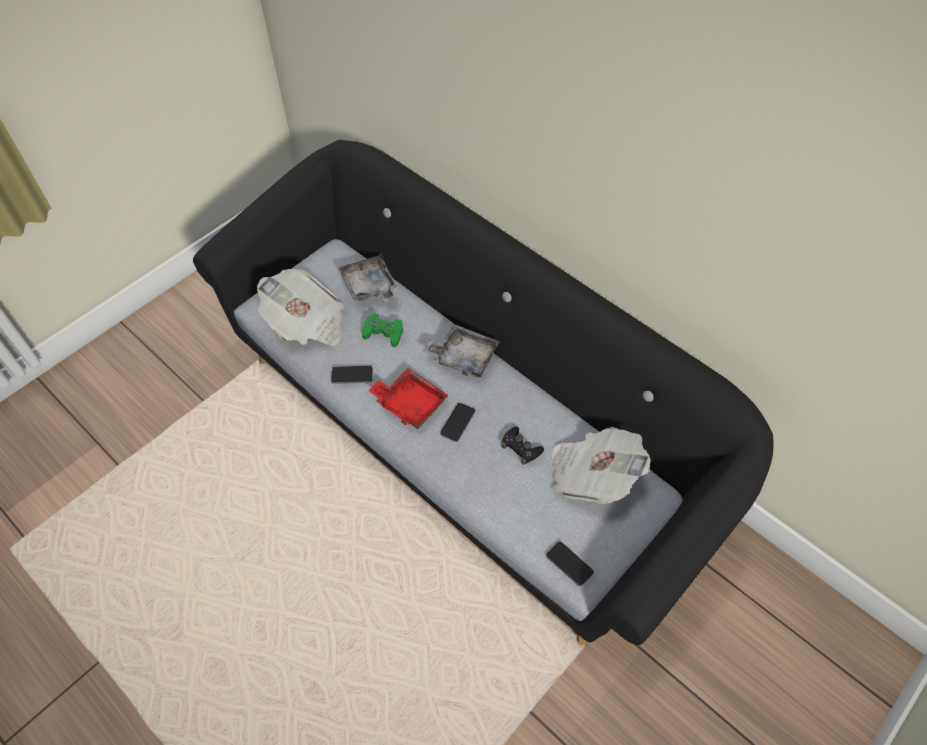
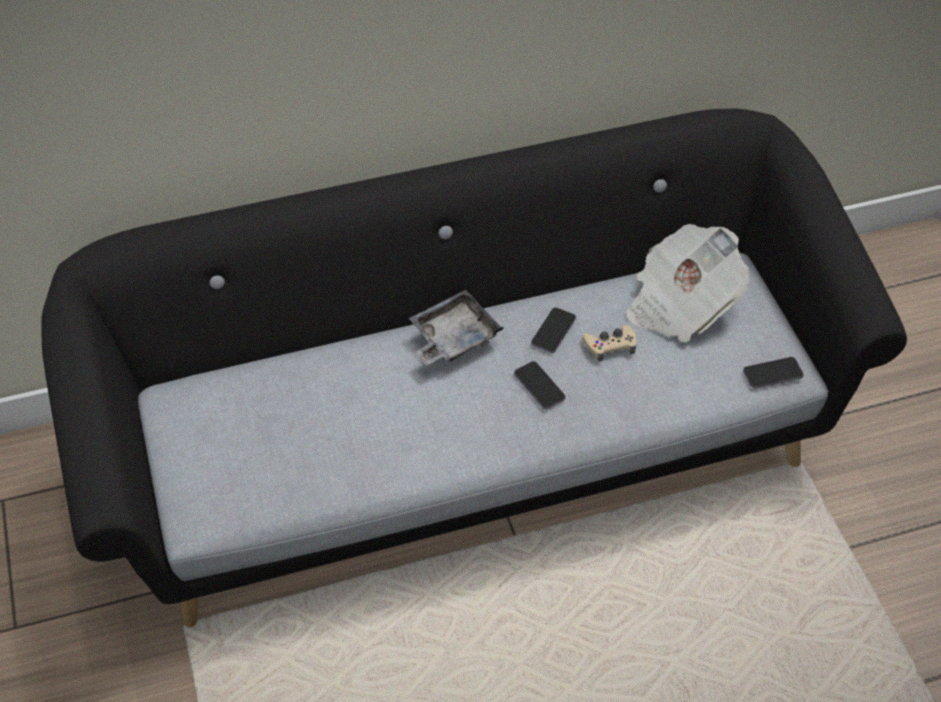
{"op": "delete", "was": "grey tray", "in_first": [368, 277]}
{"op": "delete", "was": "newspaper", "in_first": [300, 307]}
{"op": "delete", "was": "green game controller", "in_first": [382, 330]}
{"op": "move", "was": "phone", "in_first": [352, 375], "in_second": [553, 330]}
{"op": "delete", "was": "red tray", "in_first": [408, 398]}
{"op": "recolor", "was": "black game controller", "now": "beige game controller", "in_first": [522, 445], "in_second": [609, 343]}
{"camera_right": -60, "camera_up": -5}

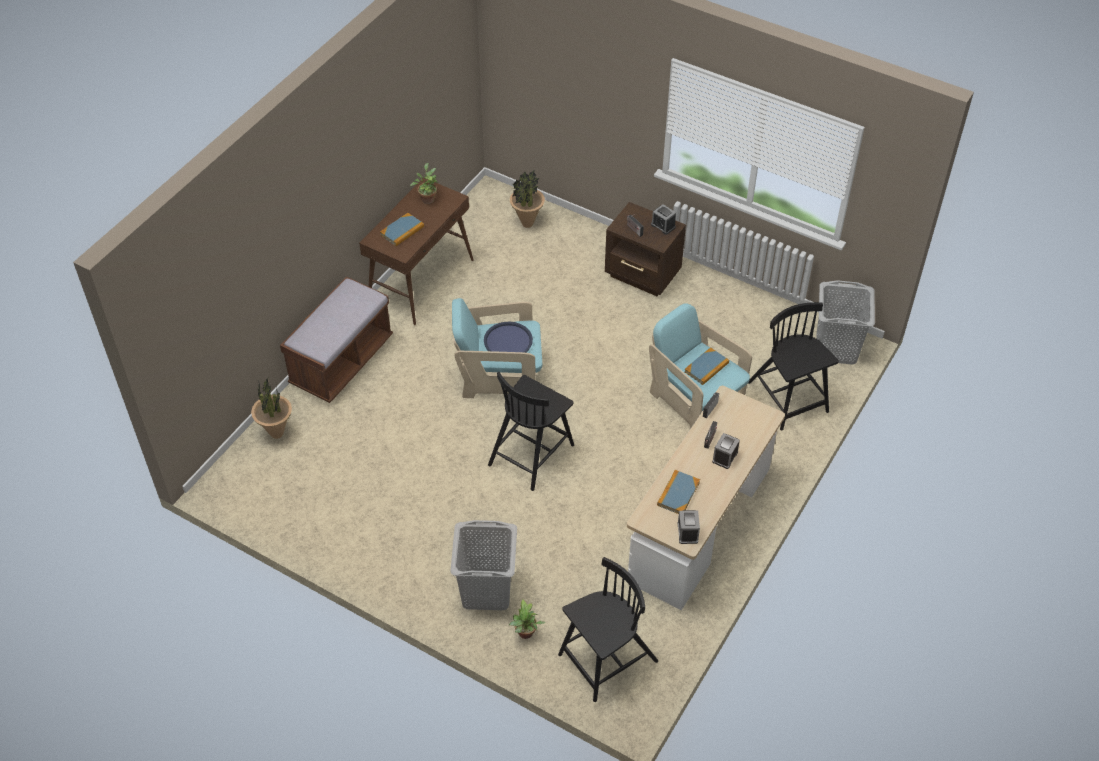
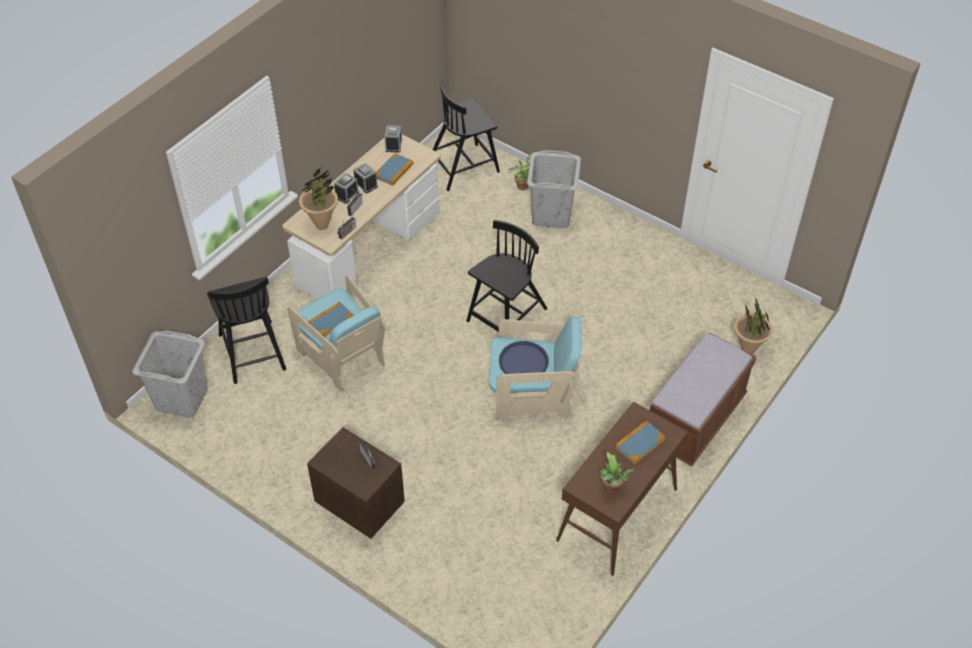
{"op": "move", "was": "potted plant", "in_first": [527, 199], "in_second": [318, 198]}
{"op": "move", "was": "alarm clock", "in_first": [663, 219], "in_second": [365, 178]}
{"camera_right": -175, "camera_up": 0}

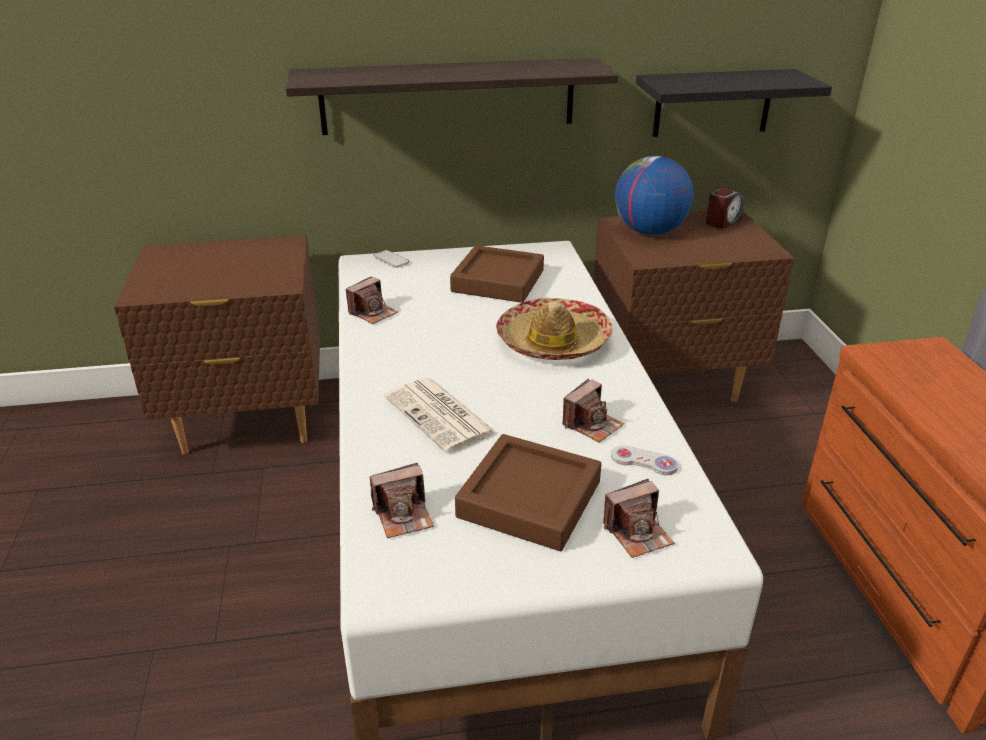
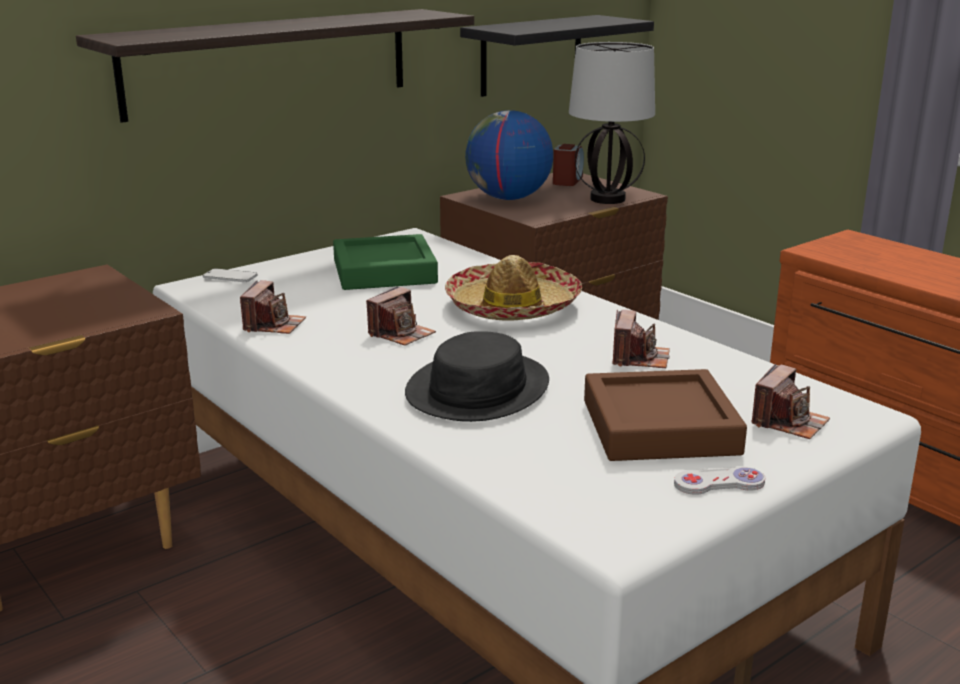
{"op": "recolor", "was": "brown tray", "now": "green tray", "in_first": [497, 274], "in_second": [385, 262]}
{"op": "replace", "was": "newspaper", "now": "black hat", "in_first": [440, 415], "in_second": [477, 376]}
{"op": "move", "was": "white game controller", "in_first": [644, 460], "in_second": [719, 481]}
{"op": "move", "was": "photo camera", "in_first": [402, 500], "in_second": [401, 316]}
{"op": "insert", "now": "table lamp", "in_second": [612, 123]}
{"camera_right": -30, "camera_up": -10}

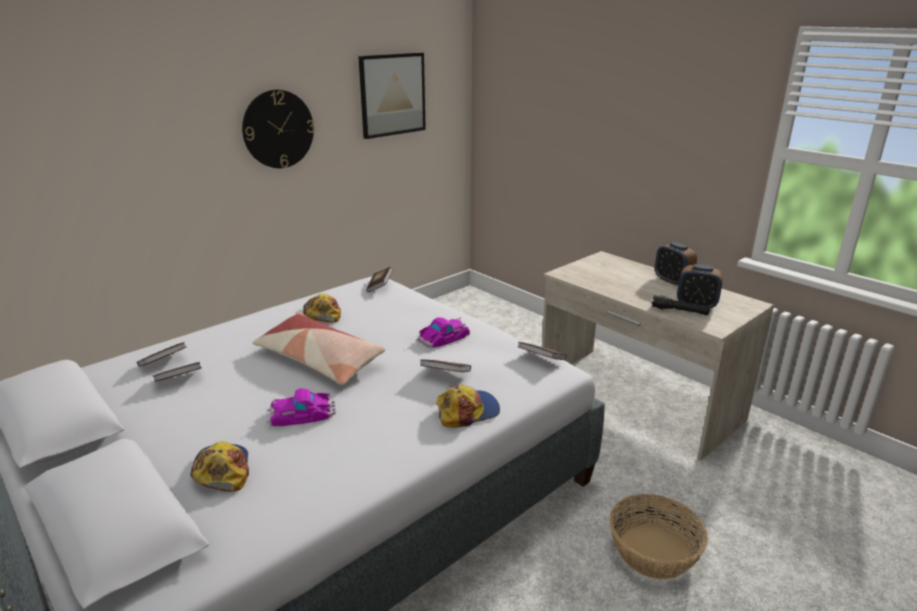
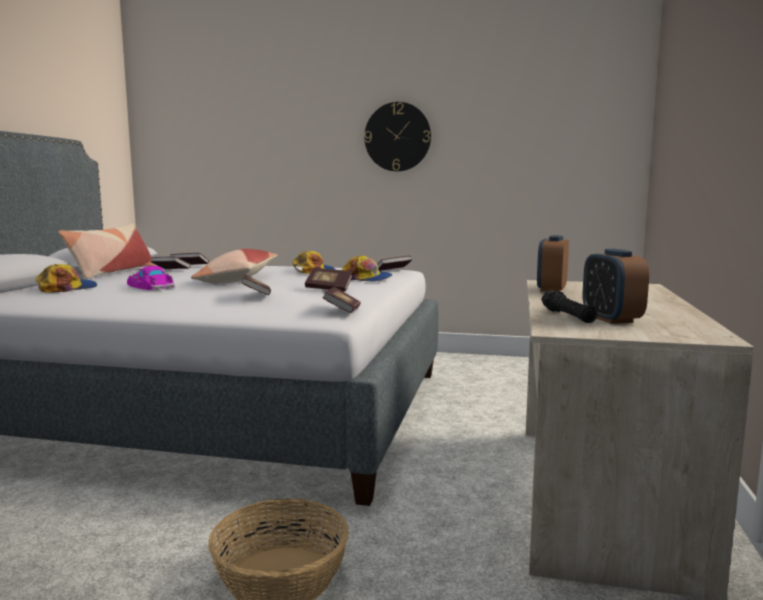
{"op": "delete", "was": "picture", "in_first": [392, 96]}
{"op": "move", "was": "alarm clock", "in_first": [676, 264], "in_second": [553, 263]}
{"op": "replace", "was": "toy car", "now": "book", "in_first": [443, 332], "in_second": [328, 280]}
{"op": "move", "was": "cap", "in_first": [468, 406], "in_second": [367, 269]}
{"op": "insert", "now": "pillow", "in_second": [107, 251]}
{"camera_right": 55, "camera_up": -15}

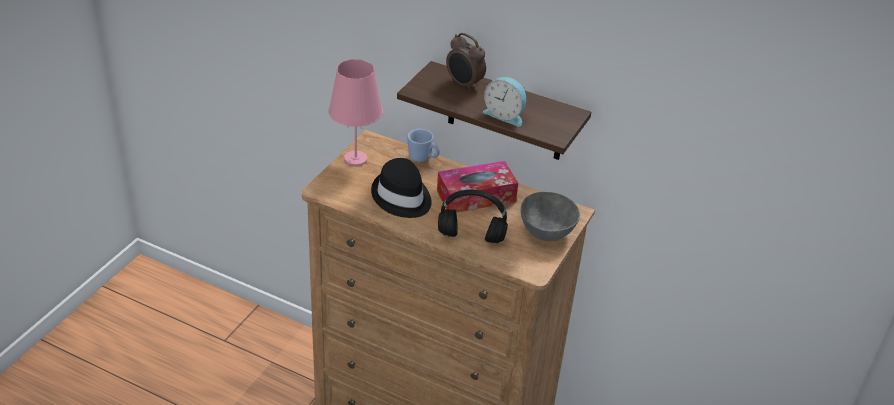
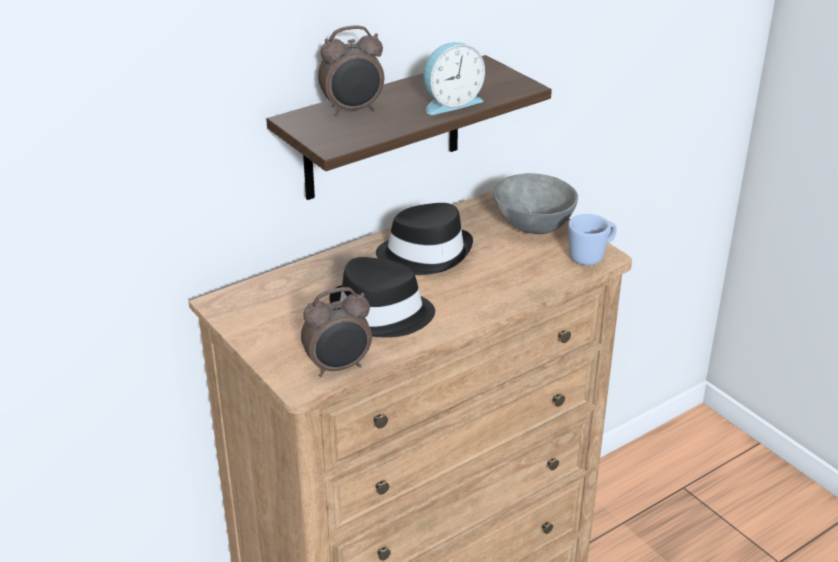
{"op": "delete", "was": "pink table lamp", "in_first": [356, 112]}
{"op": "move", "was": "blue mug", "in_first": [423, 145], "in_second": [592, 239]}
{"op": "replace", "was": "tissue box", "now": "black hat", "in_first": [477, 186], "in_second": [424, 239]}
{"op": "delete", "was": "black headphones", "in_first": [473, 216]}
{"op": "insert", "now": "alarm clock", "in_second": [336, 332]}
{"camera_right": -60, "camera_up": -5}

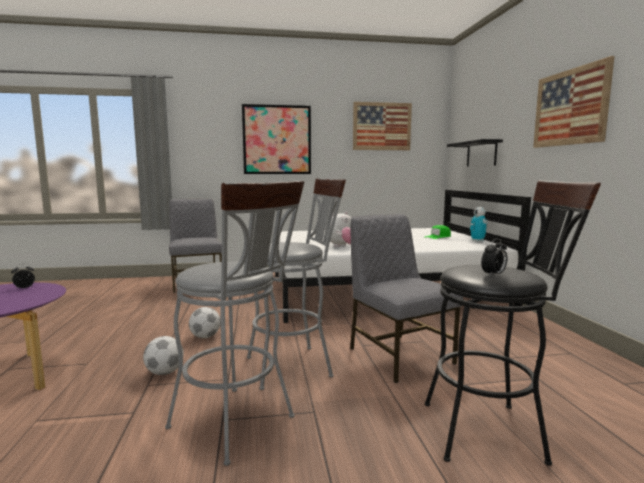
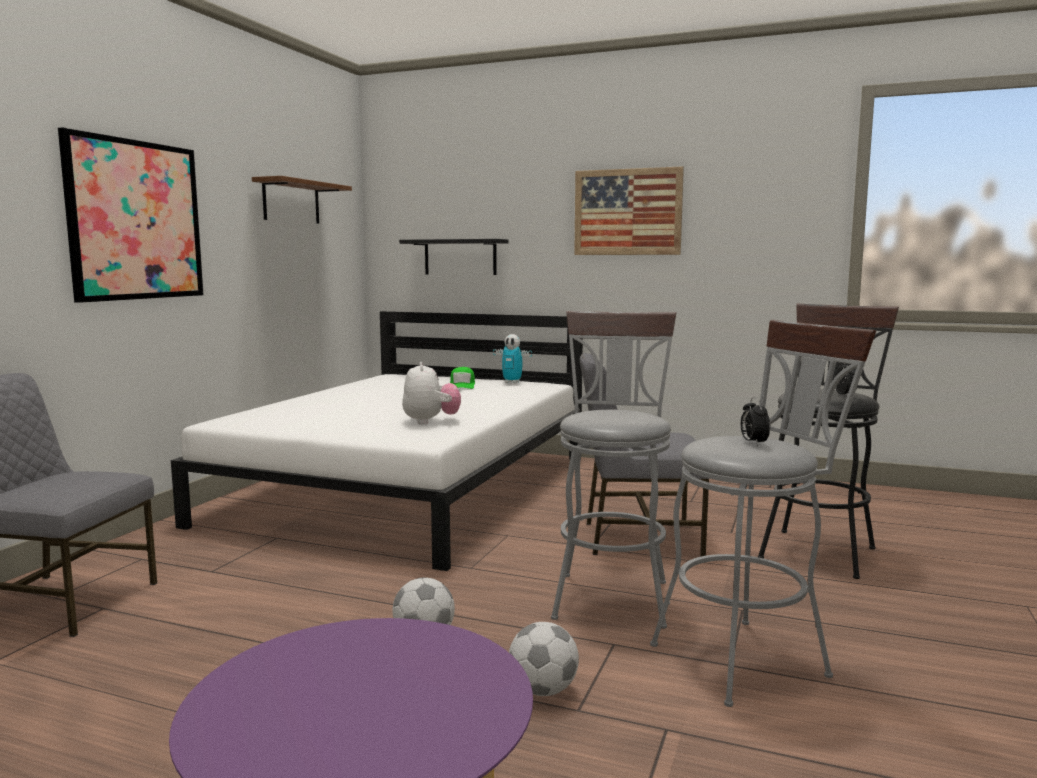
{"op": "replace", "was": "picture", "now": "brown shelf", "in_first": [382, 126], "in_second": [302, 200]}
{"op": "move", "was": "alarm clock", "in_first": [23, 276], "in_second": [755, 421]}
{"camera_right": -60, "camera_up": 0}

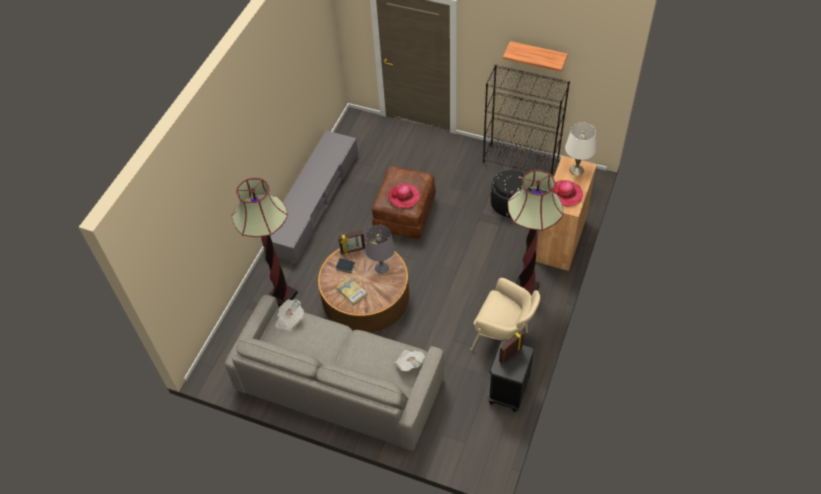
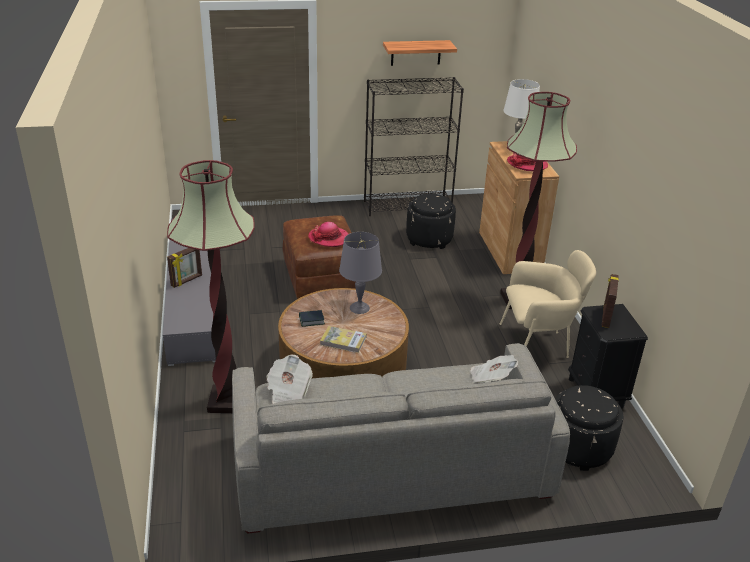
{"op": "move", "was": "picture frame", "in_first": [351, 242], "in_second": [184, 268]}
{"op": "insert", "now": "black ottoman", "in_second": [589, 428]}
{"camera_right": -35, "camera_up": -20}

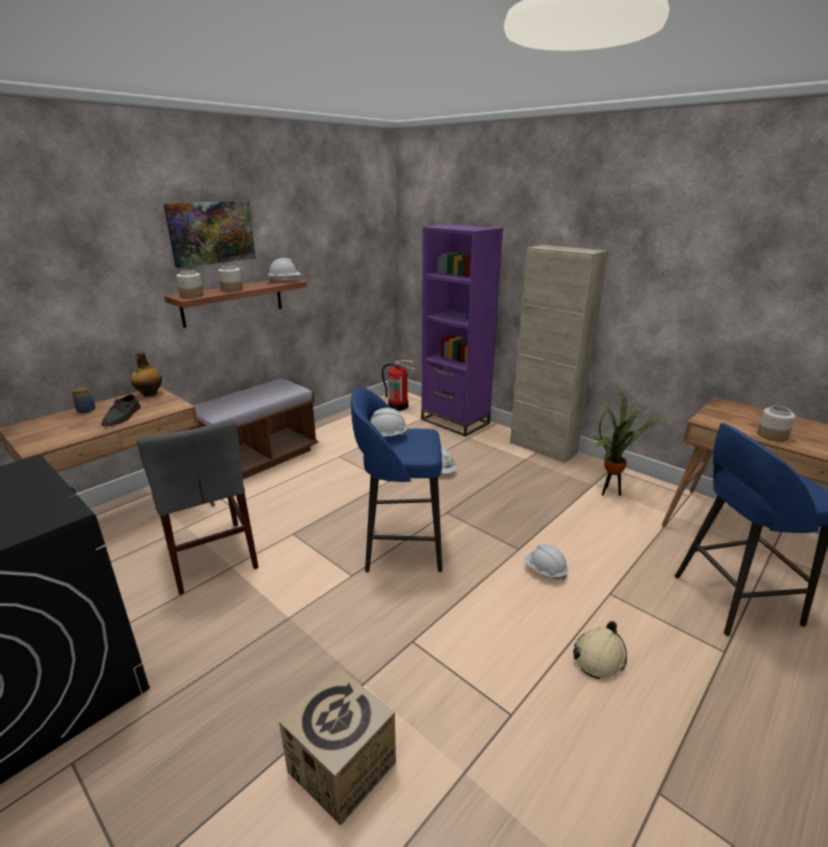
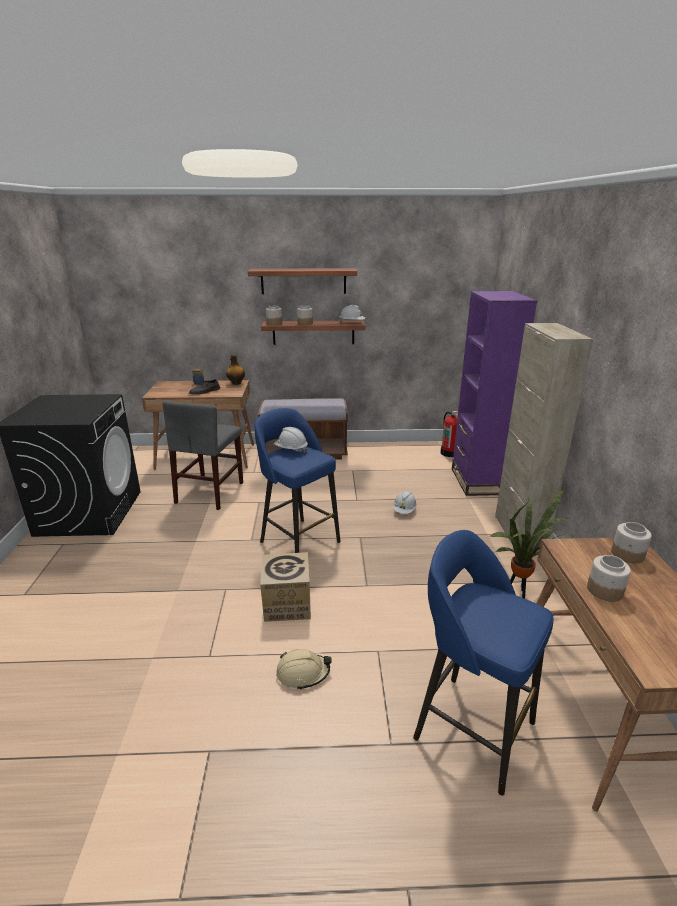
{"op": "replace", "was": "picture", "now": "shelf", "in_first": [210, 234], "in_second": [302, 281]}
{"op": "delete", "was": "white hard hat", "in_first": [546, 562]}
{"op": "move", "was": "cardboard box", "in_first": [337, 747], "in_second": [285, 587]}
{"op": "insert", "now": "jar", "in_second": [631, 543]}
{"camera_right": 45, "camera_up": 0}

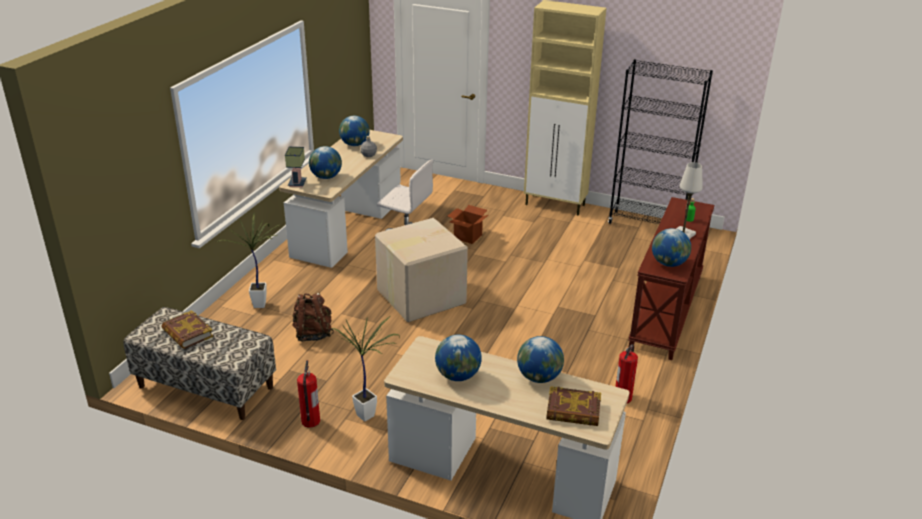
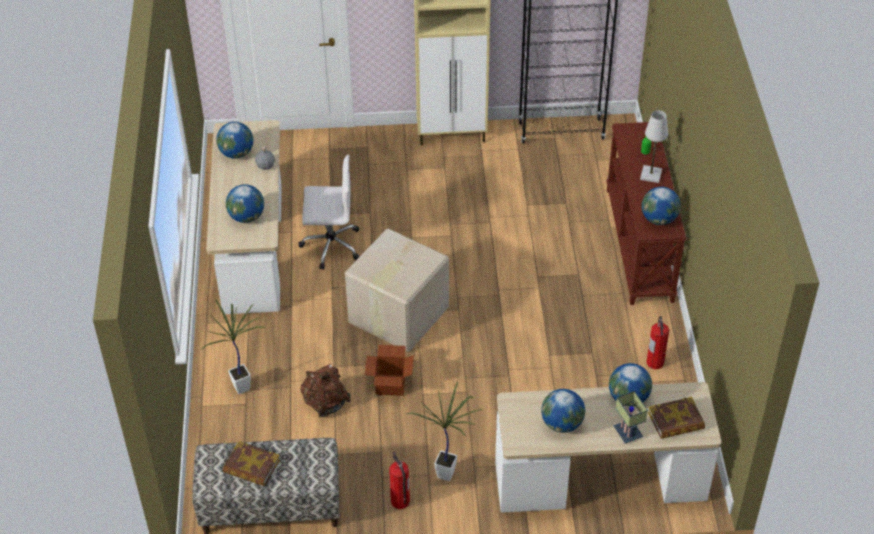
{"op": "move", "was": "table lamp", "in_first": [296, 167], "in_second": [631, 417]}
{"op": "move", "was": "cardboard box", "in_first": [468, 224], "in_second": [389, 370]}
{"camera_right": -25, "camera_up": 15}

